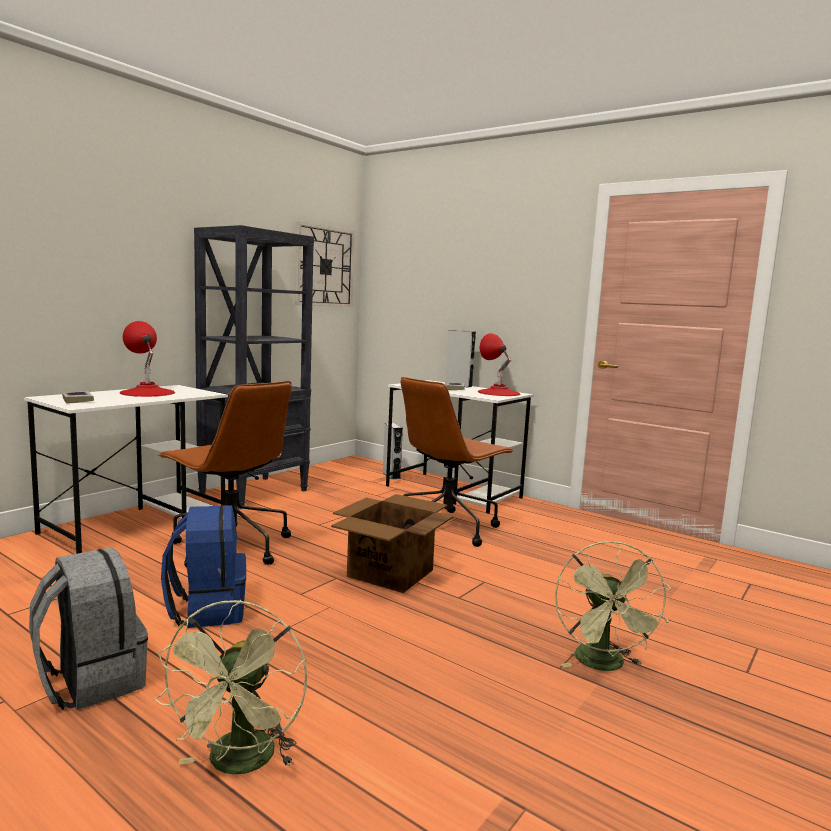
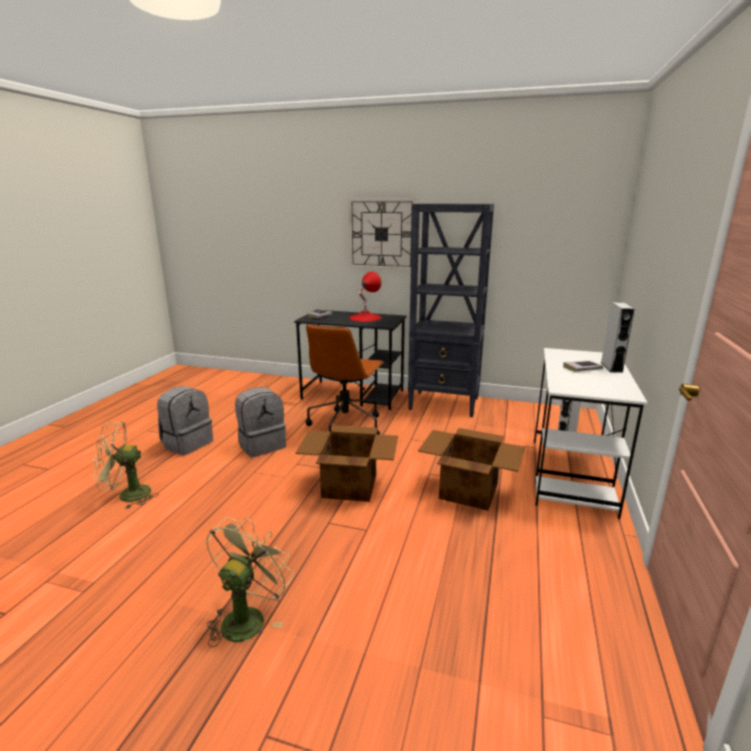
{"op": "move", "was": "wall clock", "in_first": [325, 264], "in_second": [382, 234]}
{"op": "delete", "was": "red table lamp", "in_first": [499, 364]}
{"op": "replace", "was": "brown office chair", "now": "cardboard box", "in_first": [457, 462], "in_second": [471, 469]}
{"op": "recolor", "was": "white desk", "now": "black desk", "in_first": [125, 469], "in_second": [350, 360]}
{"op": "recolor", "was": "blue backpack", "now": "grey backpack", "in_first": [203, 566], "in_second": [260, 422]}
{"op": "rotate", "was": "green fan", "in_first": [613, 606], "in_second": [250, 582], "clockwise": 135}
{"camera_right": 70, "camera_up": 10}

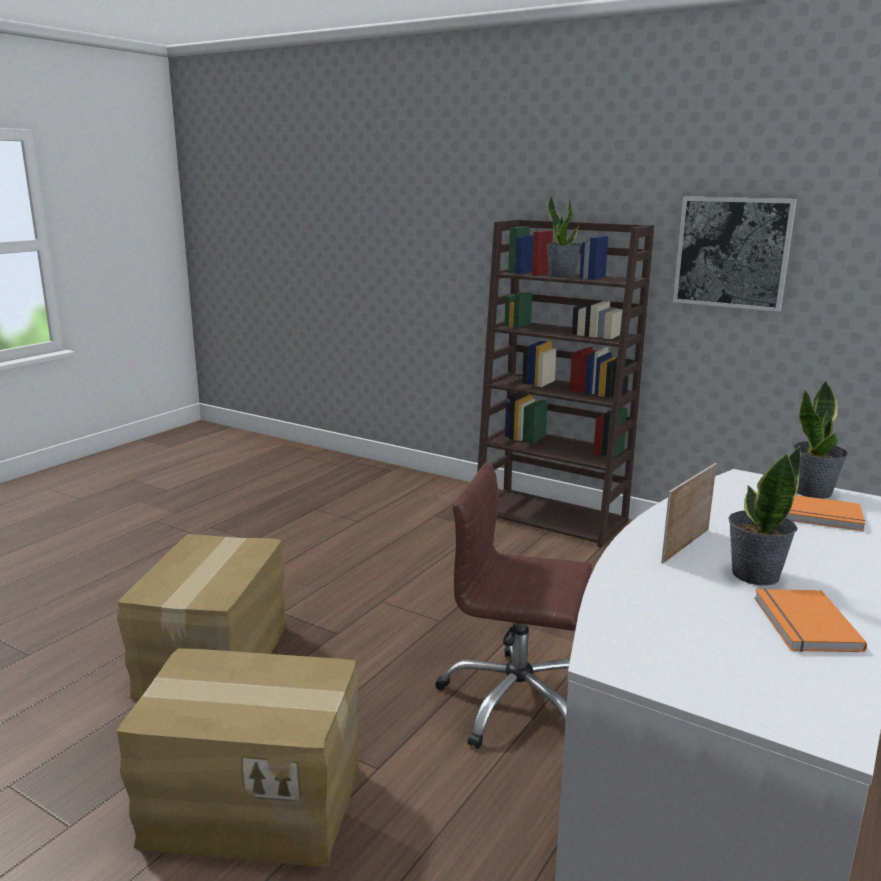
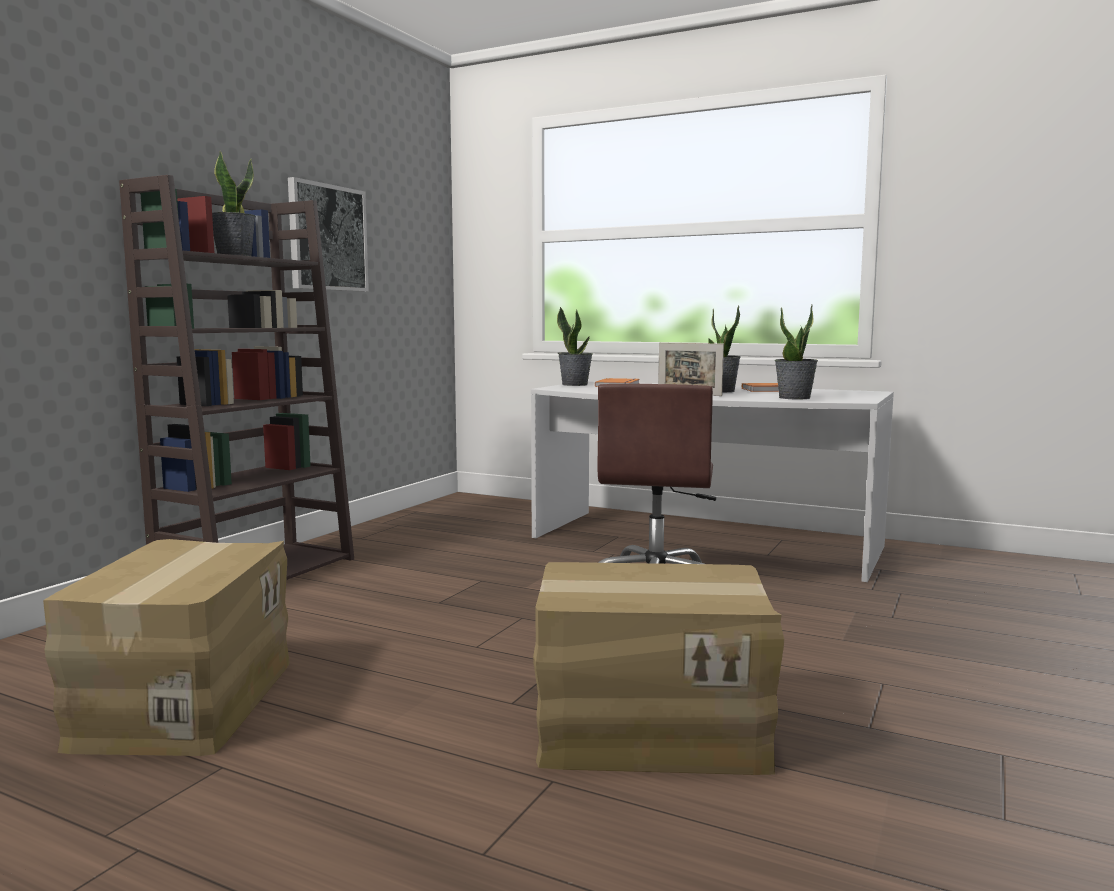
{"op": "move", "was": "cardboard box", "in_first": [238, 757], "in_second": [166, 647]}
{"op": "insert", "now": "potted plant", "in_second": [796, 352]}
{"camera_right": -95, "camera_up": -10}

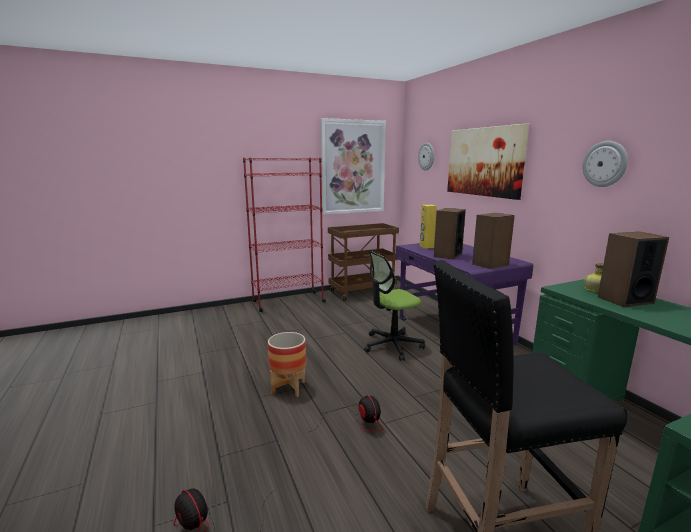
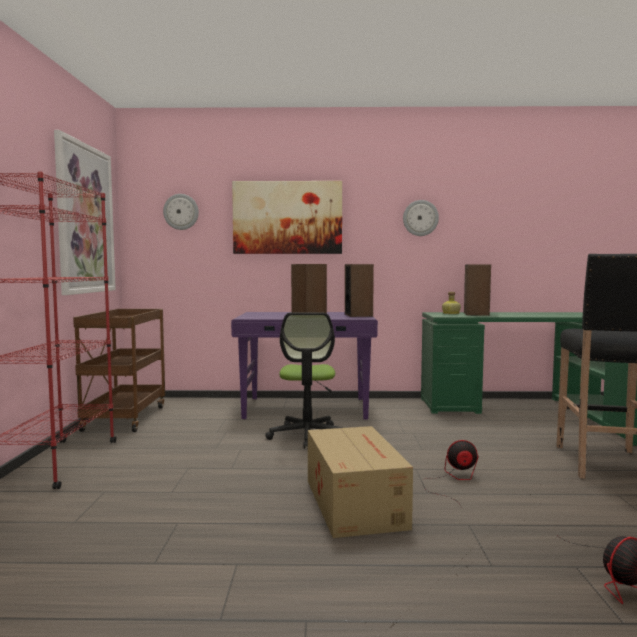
{"op": "delete", "was": "yellow speaker", "in_first": [428, 227]}
{"op": "replace", "was": "planter", "now": "cardboard box", "in_first": [287, 364], "in_second": [360, 482]}
{"camera_right": -65, "camera_up": -10}

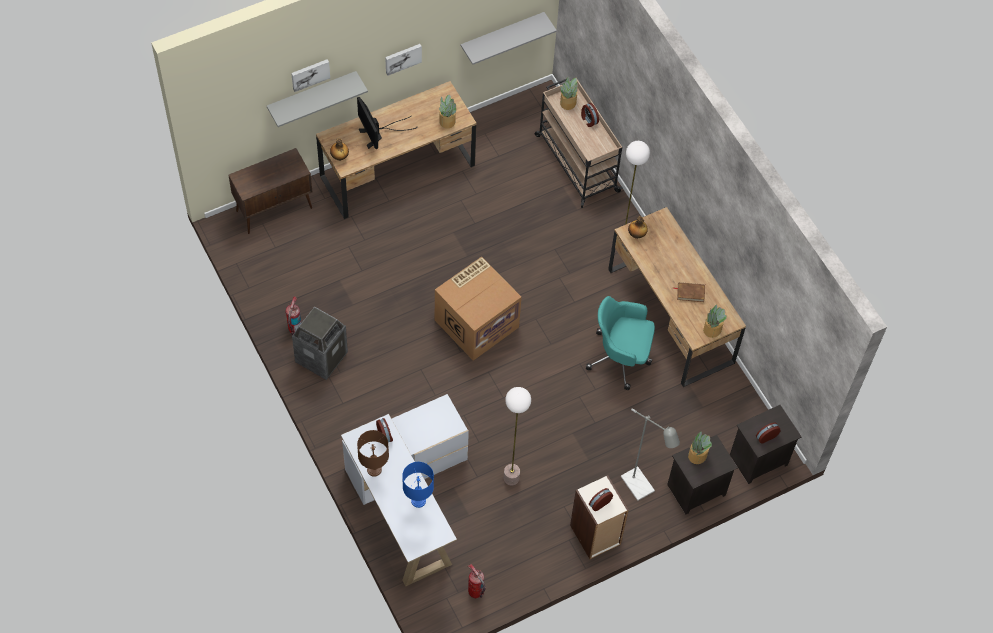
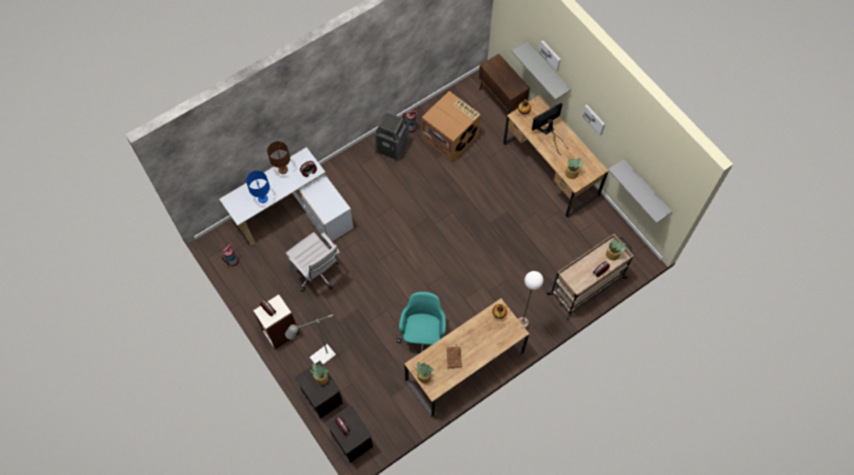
{"op": "move", "was": "cardboard box", "in_first": [478, 309], "in_second": [451, 126]}
{"op": "replace", "was": "floor lamp", "now": "white office chair", "in_first": [517, 436], "in_second": [313, 262]}
{"camera_right": 85, "camera_up": 5}

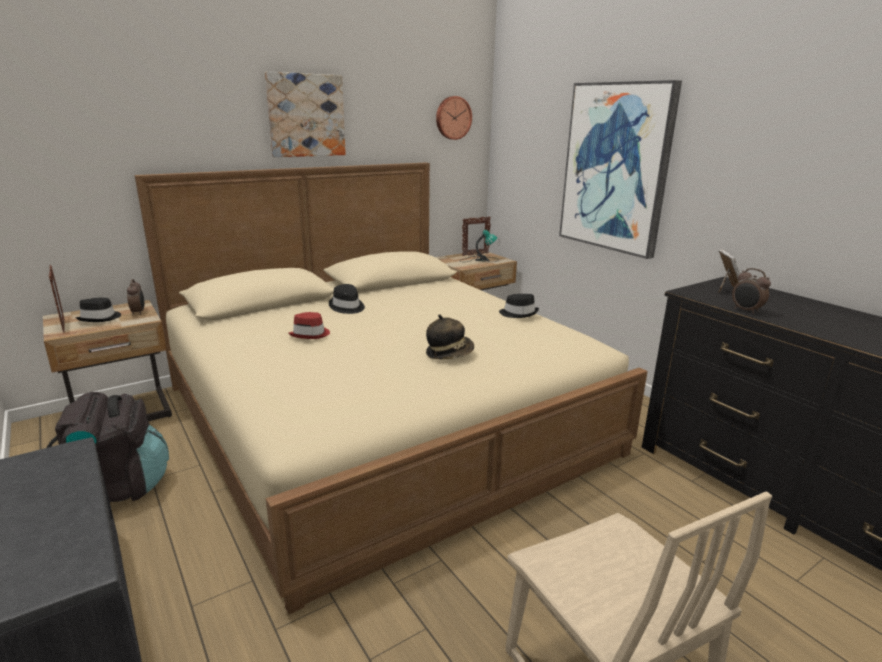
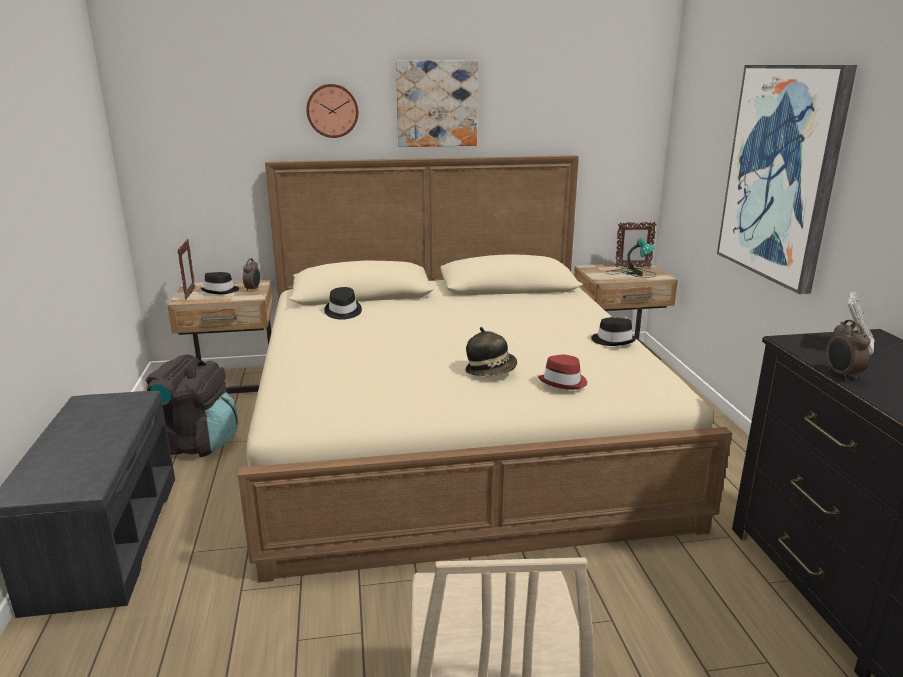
{"op": "move", "was": "wall clock", "in_first": [454, 118], "in_second": [332, 111]}
{"op": "move", "was": "black hat", "in_first": [347, 299], "in_second": [343, 303]}
{"op": "move", "was": "red hat", "in_first": [309, 325], "in_second": [562, 372]}
{"camera_right": 25, "camera_up": 0}

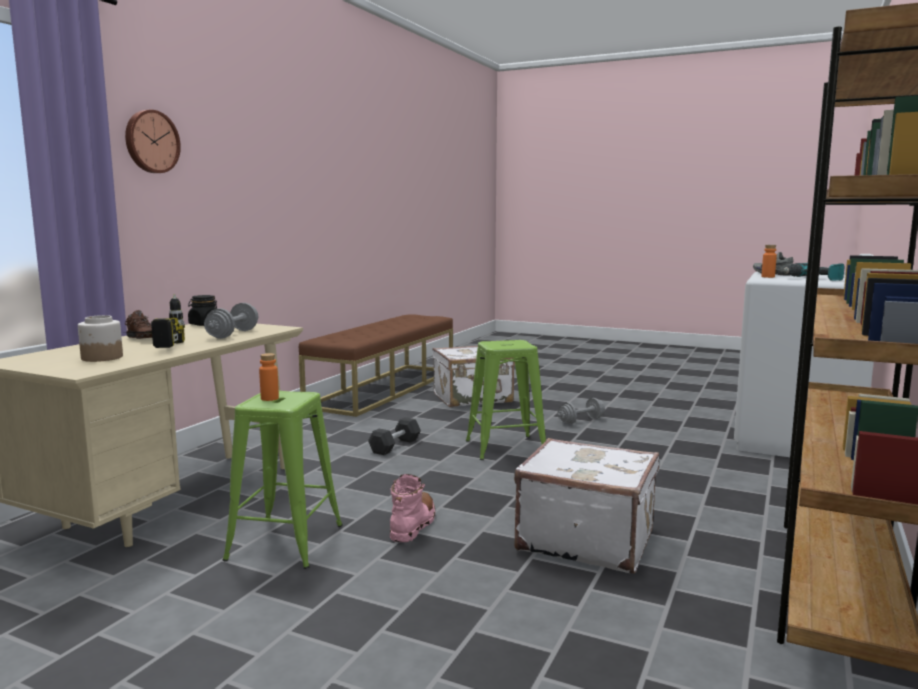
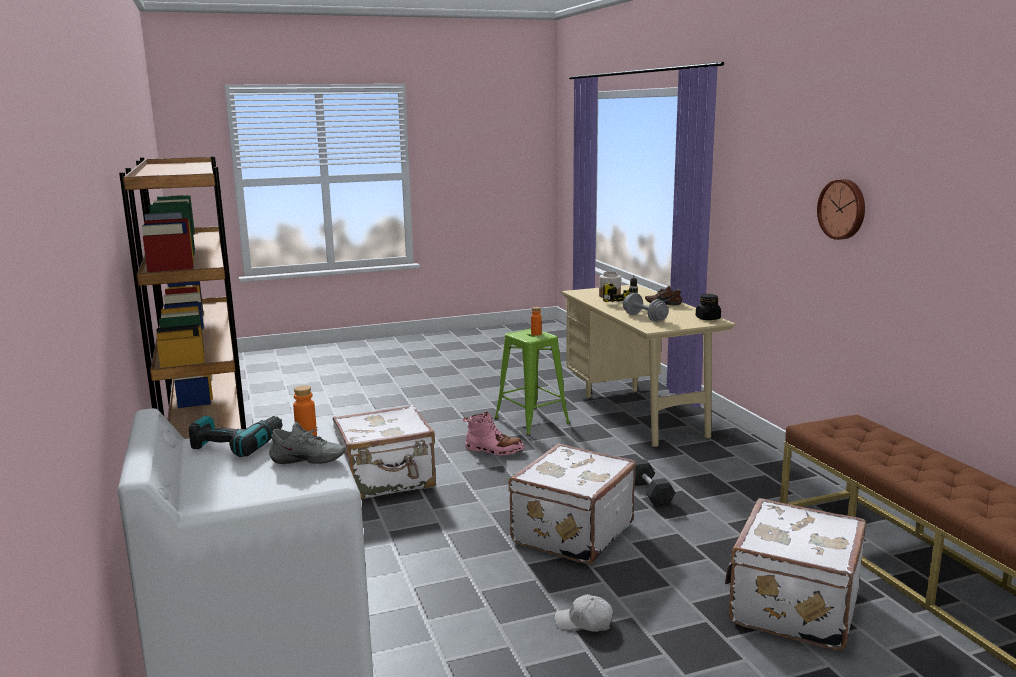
{"op": "move", "was": "wall clock", "in_first": [153, 141], "in_second": [841, 209]}
{"op": "replace", "was": "green stool", "now": "white suitcase", "in_first": [506, 400], "in_second": [572, 503]}
{"op": "replace", "was": "grey dumbbell", "now": "white cap", "in_first": [581, 411], "in_second": [583, 613]}
{"op": "rotate", "was": "pink boot", "in_first": [412, 508], "in_second": [493, 433], "clockwise": -45}
{"camera_right": 135, "camera_up": 5}

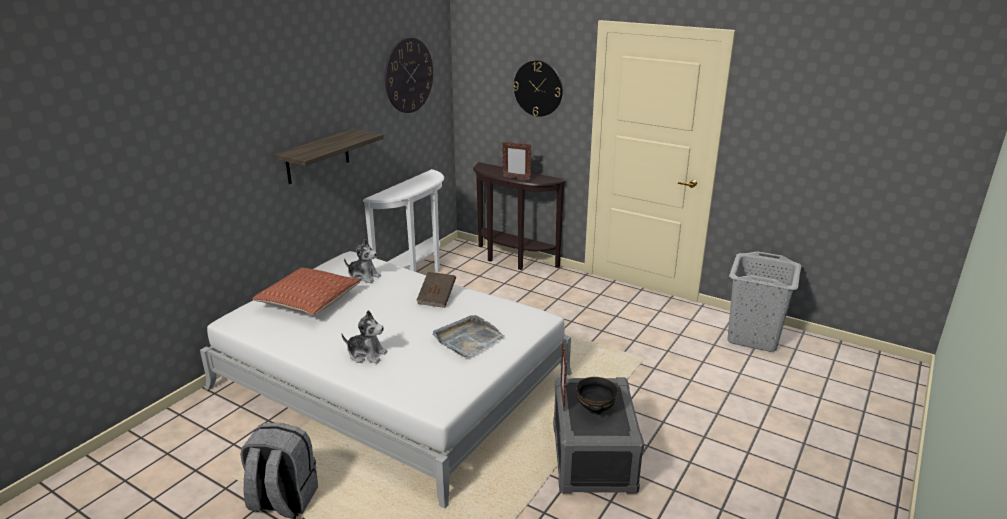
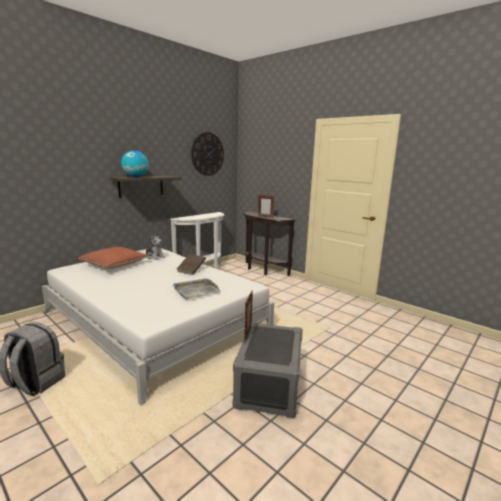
{"op": "delete", "was": "wall clock", "in_first": [538, 88]}
{"op": "delete", "was": "grey laundry basket", "in_first": [764, 301]}
{"op": "delete", "was": "plush toy", "in_first": [364, 336]}
{"op": "delete", "was": "black bowl", "in_first": [597, 396]}
{"op": "insert", "now": "globe", "in_second": [135, 163]}
{"camera_right": 10, "camera_up": -10}

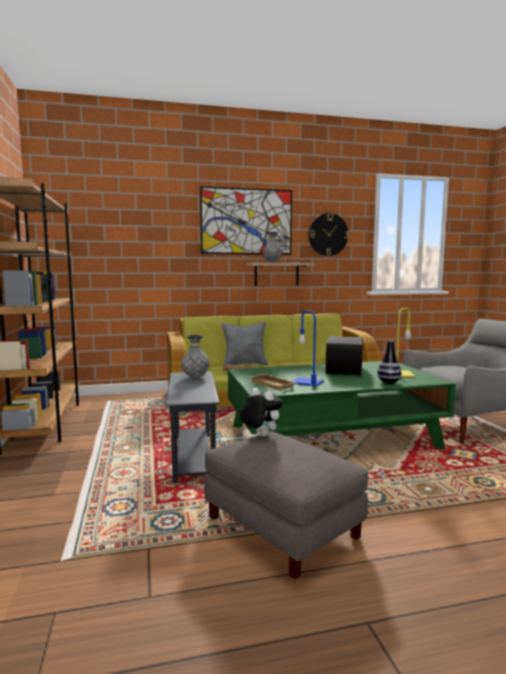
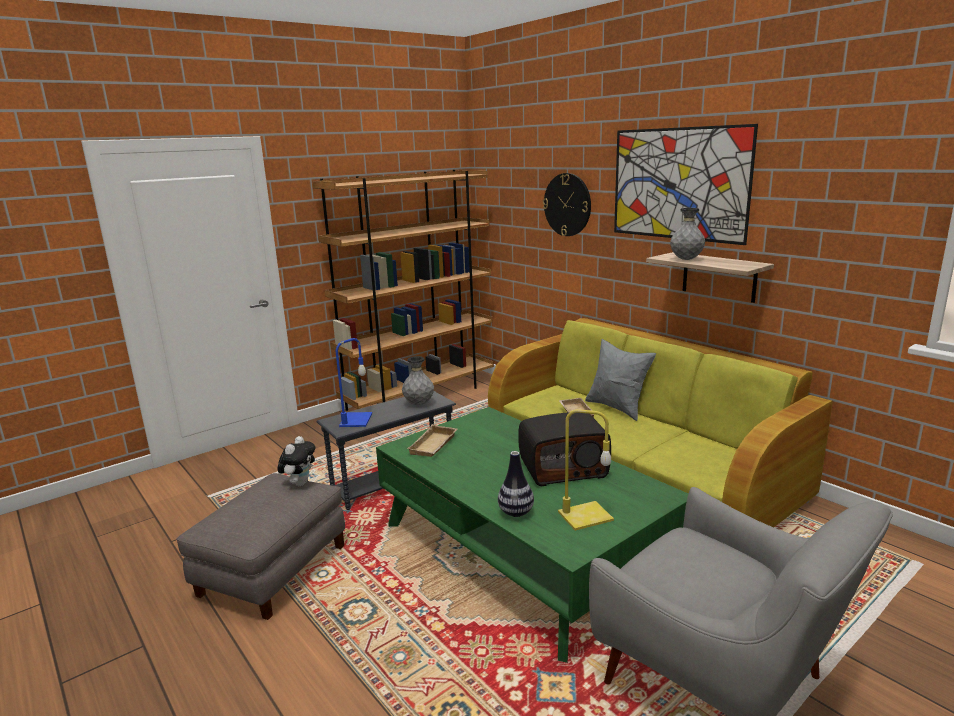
{"op": "move", "was": "wall clock", "in_first": [329, 234], "in_second": [567, 204]}
{"op": "move", "was": "blue table lamp", "in_first": [308, 348], "in_second": [354, 382]}
{"camera_right": 65, "camera_up": 10}

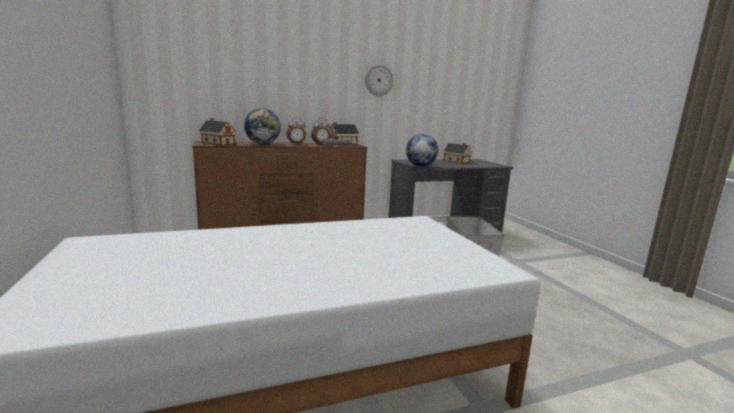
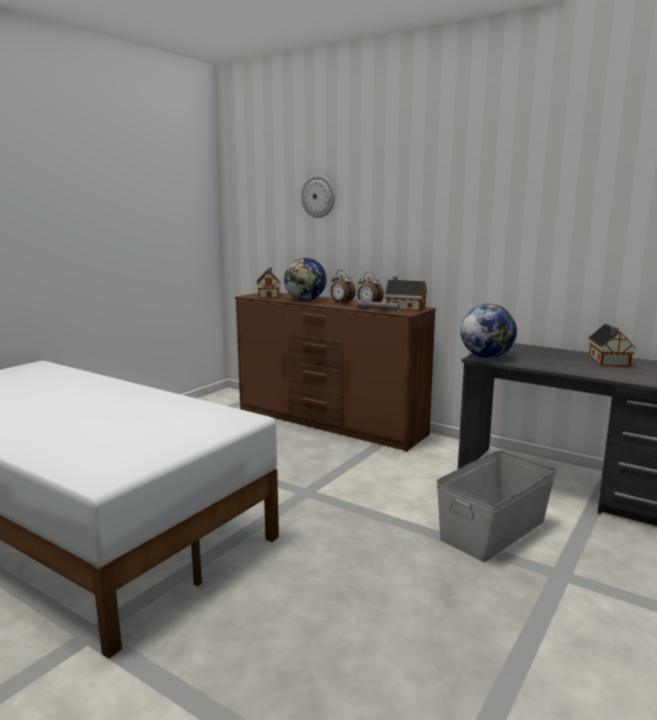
{"op": "move", "was": "wall clock", "in_first": [379, 80], "in_second": [318, 196]}
{"camera_right": 55, "camera_up": 0}

